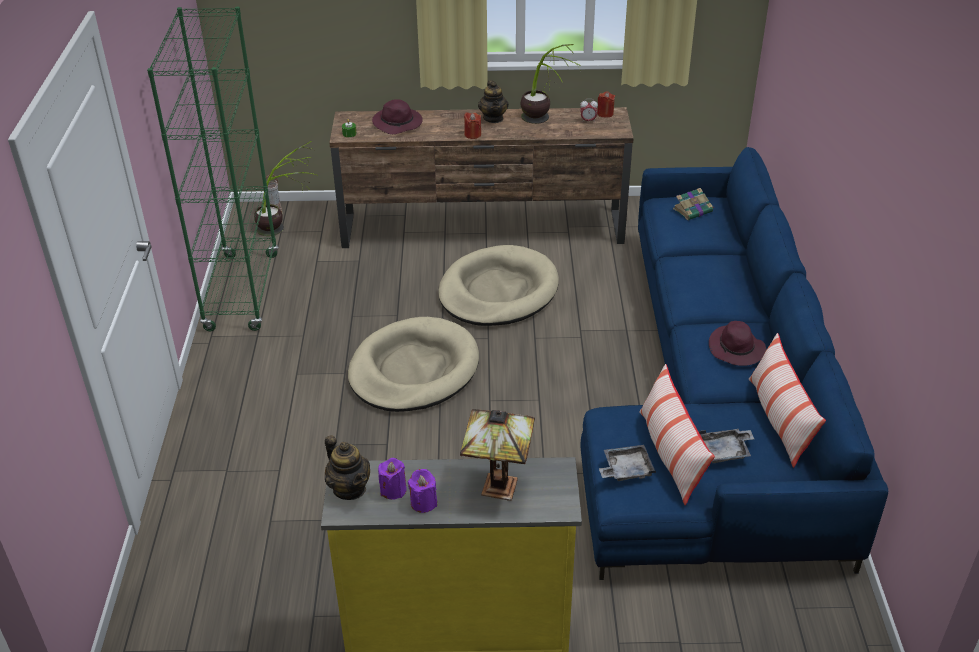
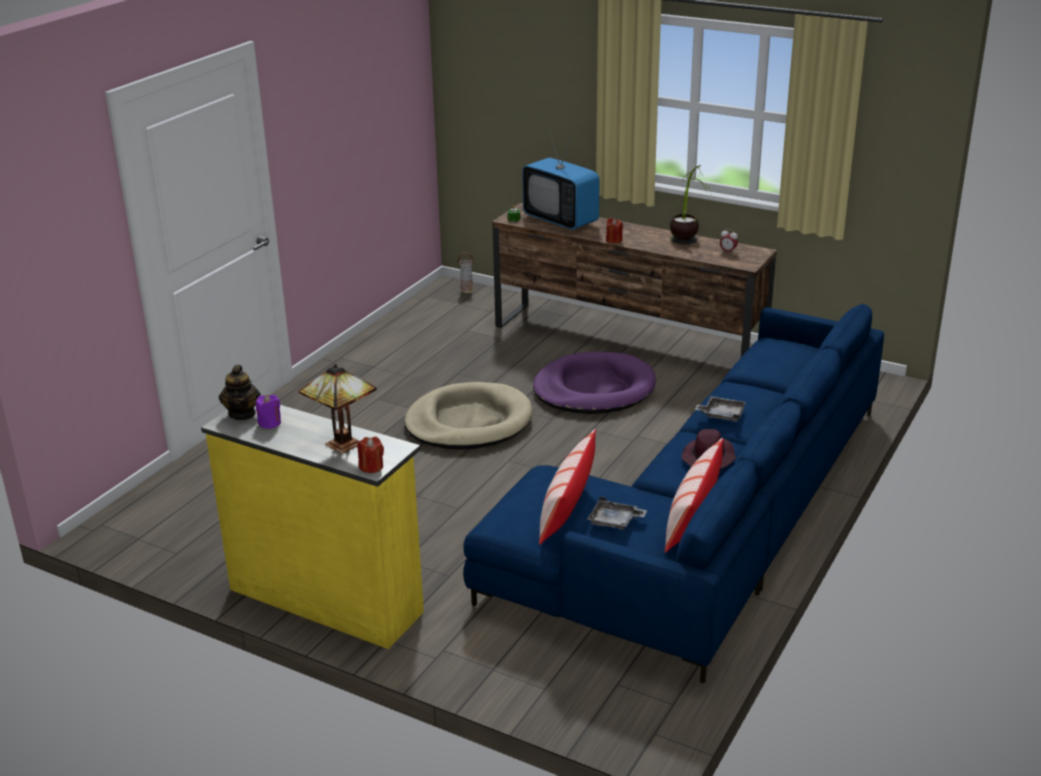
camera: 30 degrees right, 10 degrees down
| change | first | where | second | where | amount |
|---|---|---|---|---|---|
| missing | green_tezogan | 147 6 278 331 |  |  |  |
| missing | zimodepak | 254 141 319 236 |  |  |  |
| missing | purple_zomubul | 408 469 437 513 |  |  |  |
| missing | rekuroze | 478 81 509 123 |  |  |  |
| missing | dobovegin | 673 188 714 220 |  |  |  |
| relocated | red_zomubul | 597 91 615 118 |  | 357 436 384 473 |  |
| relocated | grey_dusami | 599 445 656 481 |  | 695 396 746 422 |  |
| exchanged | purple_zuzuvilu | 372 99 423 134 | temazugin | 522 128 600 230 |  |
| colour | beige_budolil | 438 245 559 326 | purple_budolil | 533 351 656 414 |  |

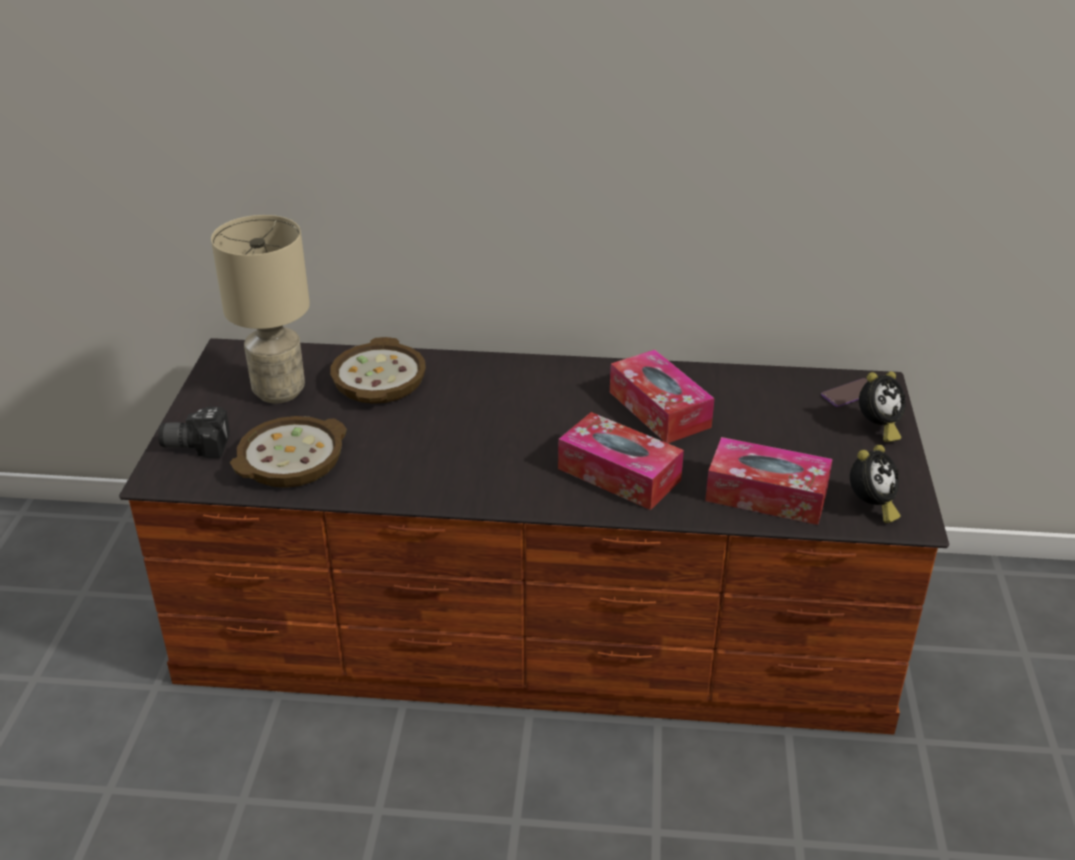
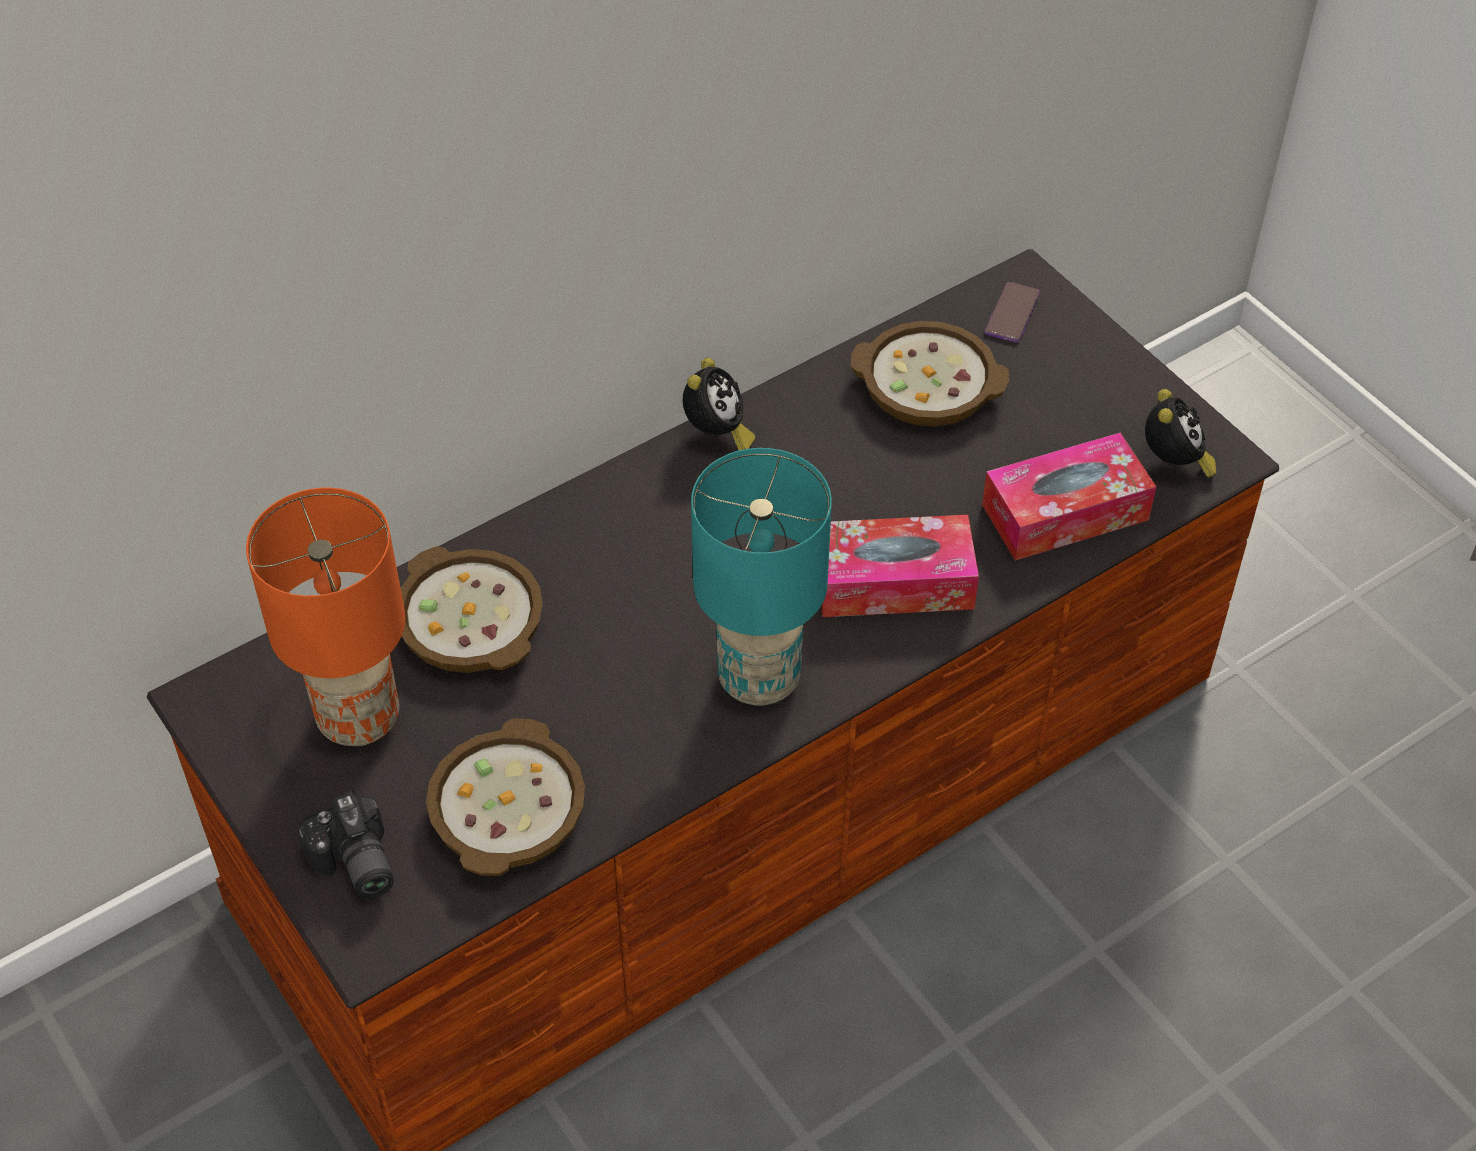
camera: 40 degrees left, 15 degrees up
| change | first | where | second | where | amount |
|---|---|---|---|---|---|
| missing | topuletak | 610 350 715 443 |  |  |  |
| appeared |  |  | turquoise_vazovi | 691 448 832 706 |  |
| appeared |  |  | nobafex | 851 321 1009 426 |  |
| relocated | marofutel | 859 371 905 442 |  | 683 358 755 450 |  |
| colour | beige_vazovi | 211 215 310 403 | orange_vazovi | 246 488 405 746 |  |
| spun | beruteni | 158 407 230 458 |  | 298 790 394 899 | 75 degrees counterclockwise |

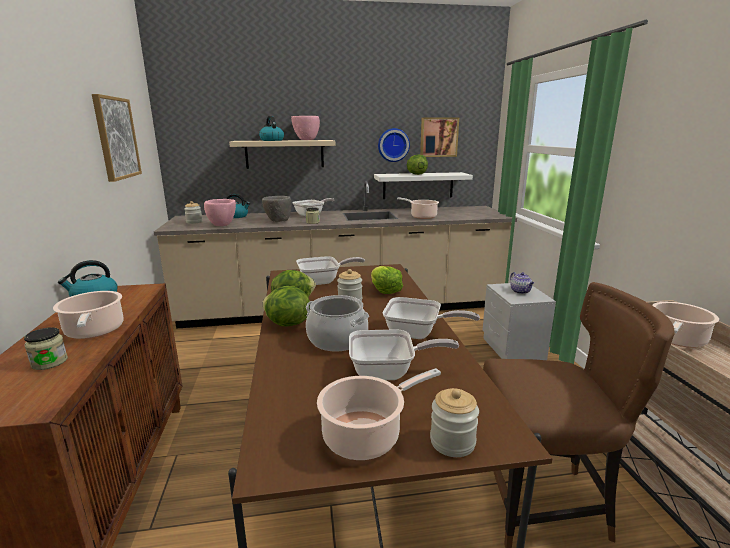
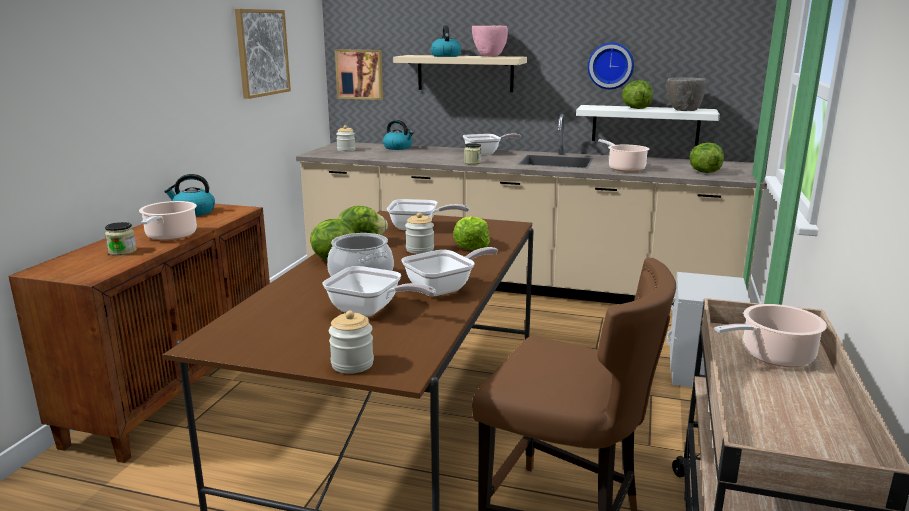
camera: 25 degrees right, 0 degrees up
| change | first | where | second | where | amount |
|---|---|---|---|---|---|
| missing | pink_nobafex | 204 199 236 226 |  |  |  |
| missing | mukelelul | 317 368 441 460 |  |  |  |
| missing | rekuroze | 510 272 534 294 |  |  |  |
| appeared |  |  | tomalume | 690 143 724 173 |  |
| relocated | grey_nobafex | 262 196 291 222 |  | 667 77 706 111 |  |
| relocated | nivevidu | 420 118 459 157 |  | 335 49 383 100 |  |
| spun | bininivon | 383 297 480 339 |  | 401 247 498 296 | 75 degrees counterclockwise |

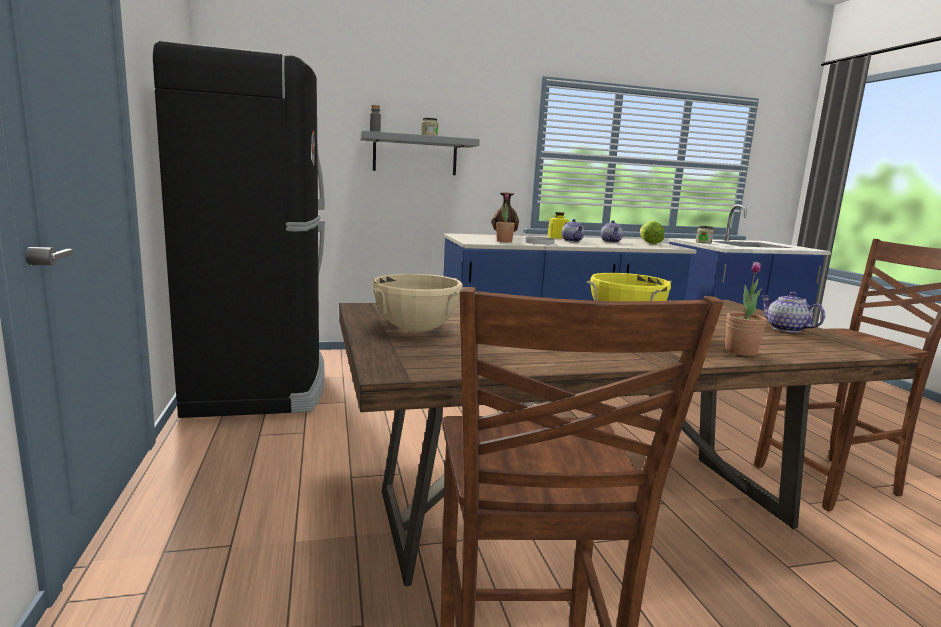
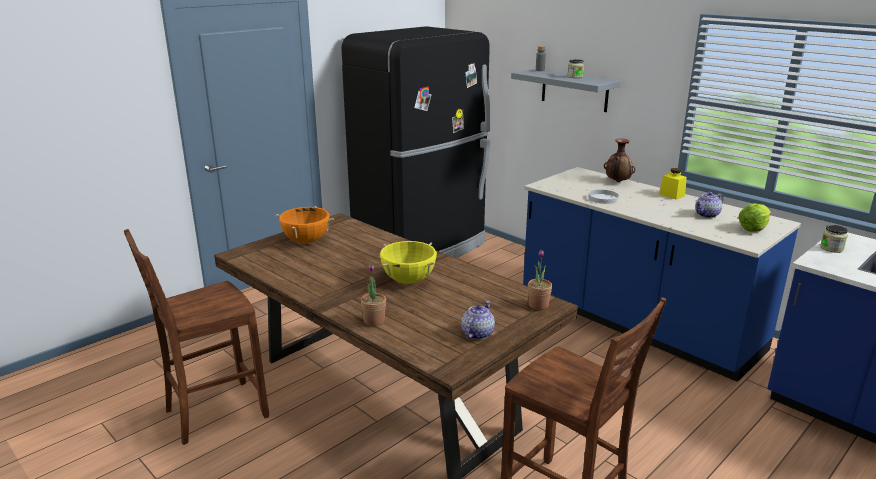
camera: 60 degrees right, 10 degrees up
| change | first | where | second | where | amount |
|---|---|---|---|---|---|
| missing | rekuroze | 562 219 584 242 |  |  |  |
| relocated | zimodepak | 496 194 515 242 |  | 528 250 552 310 |  |
| colour | beige_mukelelul | 373 274 463 332 | orange_mukelelul | 275 206 334 243 |  |

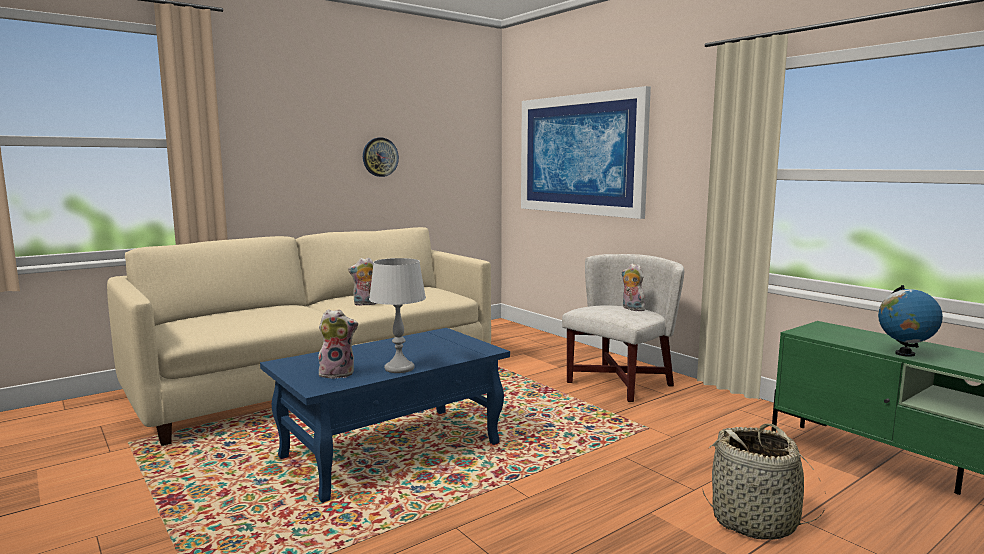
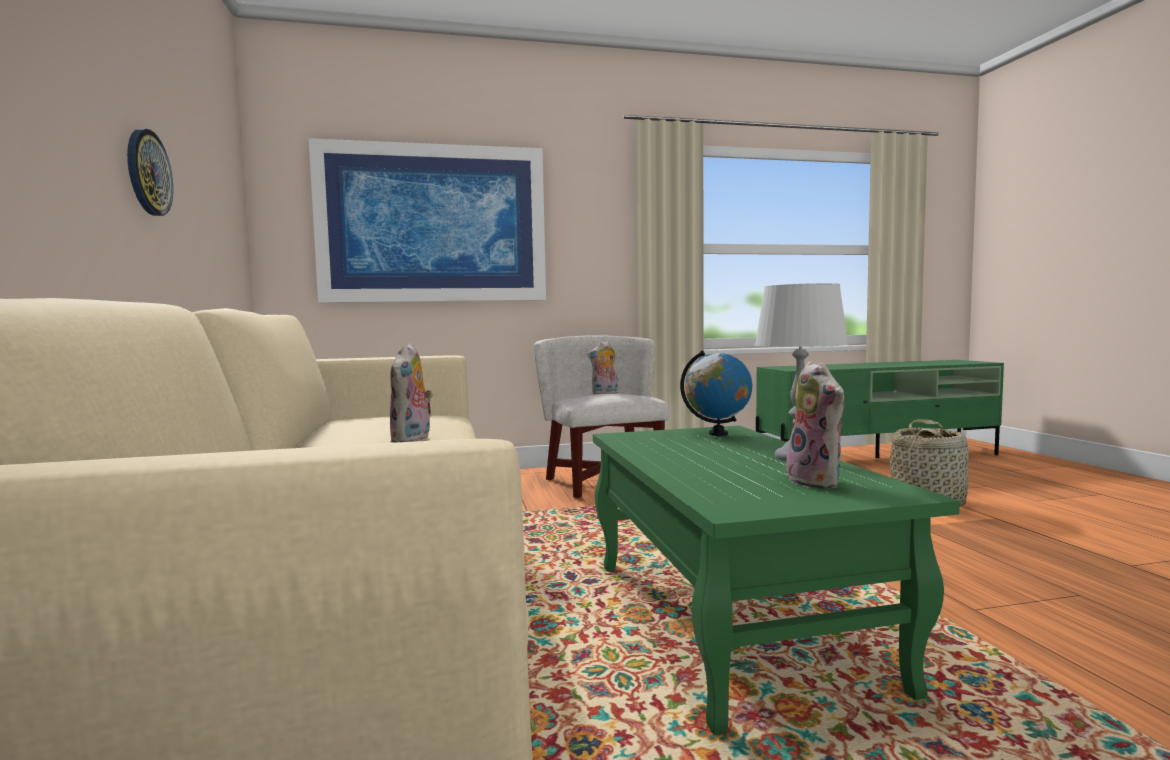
camera: 65 degrees left, 5 degrees down
| change | first | where | second | where | amount |
|---|---|---|---|---|---|
| relocated | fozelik | 878 285 943 357 |  | 680 350 752 436 |  |
| colour | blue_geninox | 260 328 510 503 | green_geninox | 593 425 960 735 |  |
| spun | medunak | 318 309 358 379 |  | 782 361 845 489 | 150 degrees clockwise |

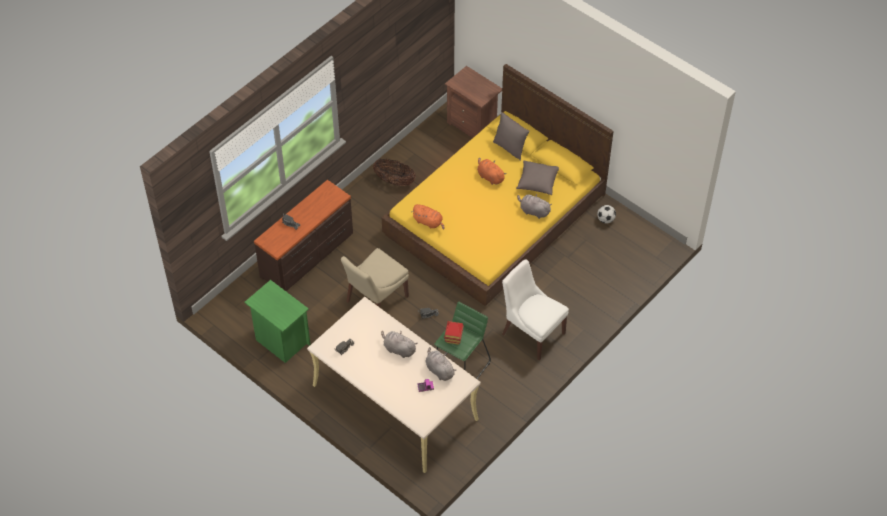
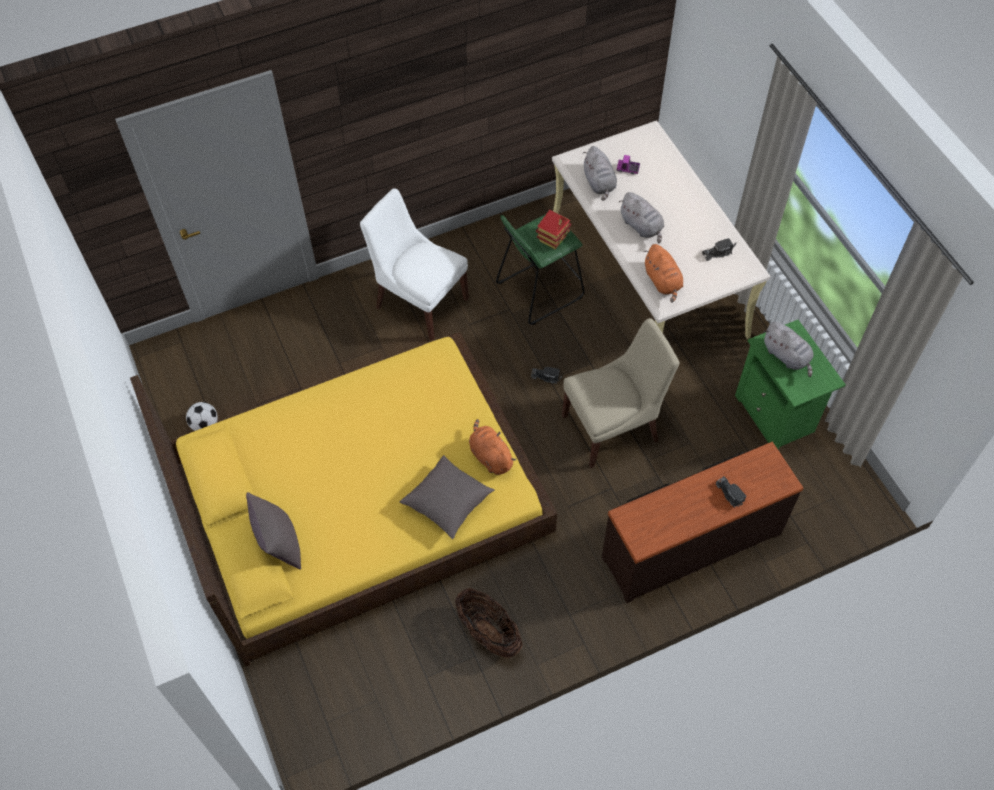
camera: 155 degrees left, 5 degrees up
| change | first | where | second | where | amount |
|---|---|---|---|---|---|
| missing | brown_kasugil | 445 66 502 138 |  |  |  |
| relocated | orange_medunak | 477 158 507 185 |  | 644 244 683 302 |  |
| relocated | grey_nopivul | 516 161 559 195 |  | 400 455 495 539 |  |
| relocated | grey_medunak | 517 194 552 219 |  | 763 322 814 377 |  |
| spun | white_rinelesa | 502 259 569 361 |  | 360 188 469 341 | 150 degrees clockwise |

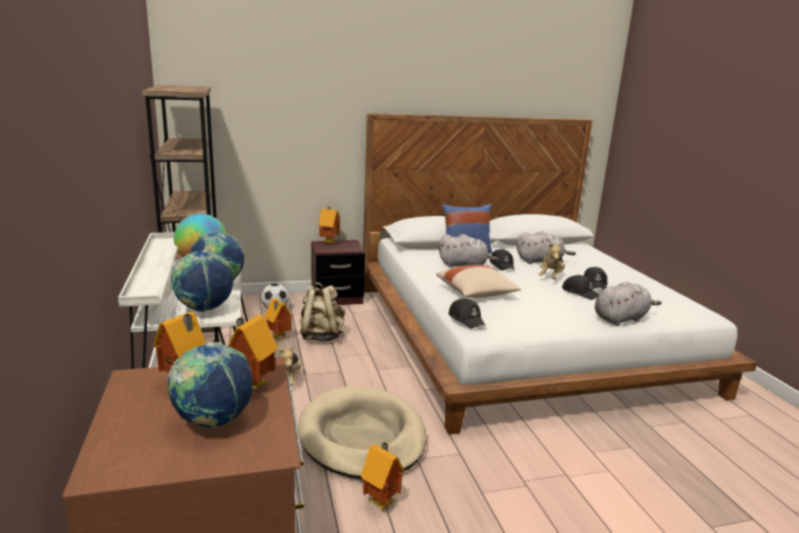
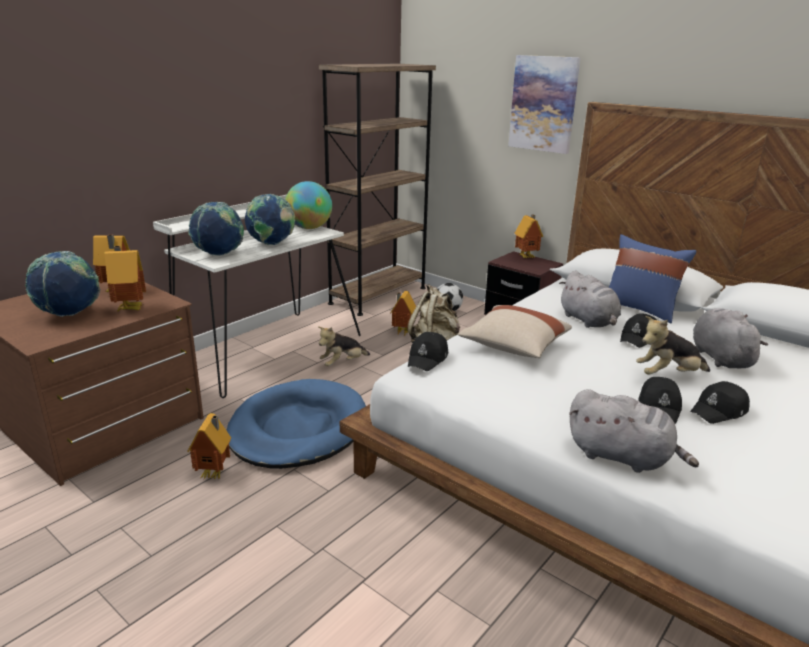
camera: 55 degrees right, 5 degrees up
| change | first | where | second | where | amount |
|---|---|---|---|---|---|
| appeared |  |  | nivevidu | 508 55 581 154 |  |
| colour | beige_budolil | 298 386 426 480 | blue_budolil | 226 379 366 469 |  |
| spun | grey_medunak | 517 231 576 264 |  | 693 308 768 369 | 150 degrees counterclockwise |

